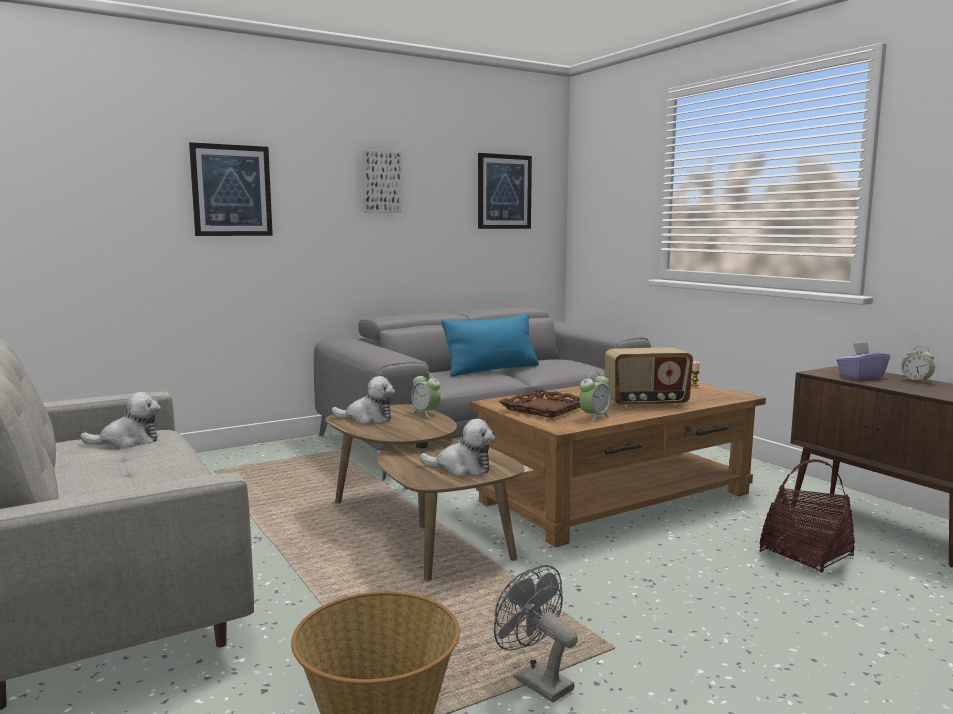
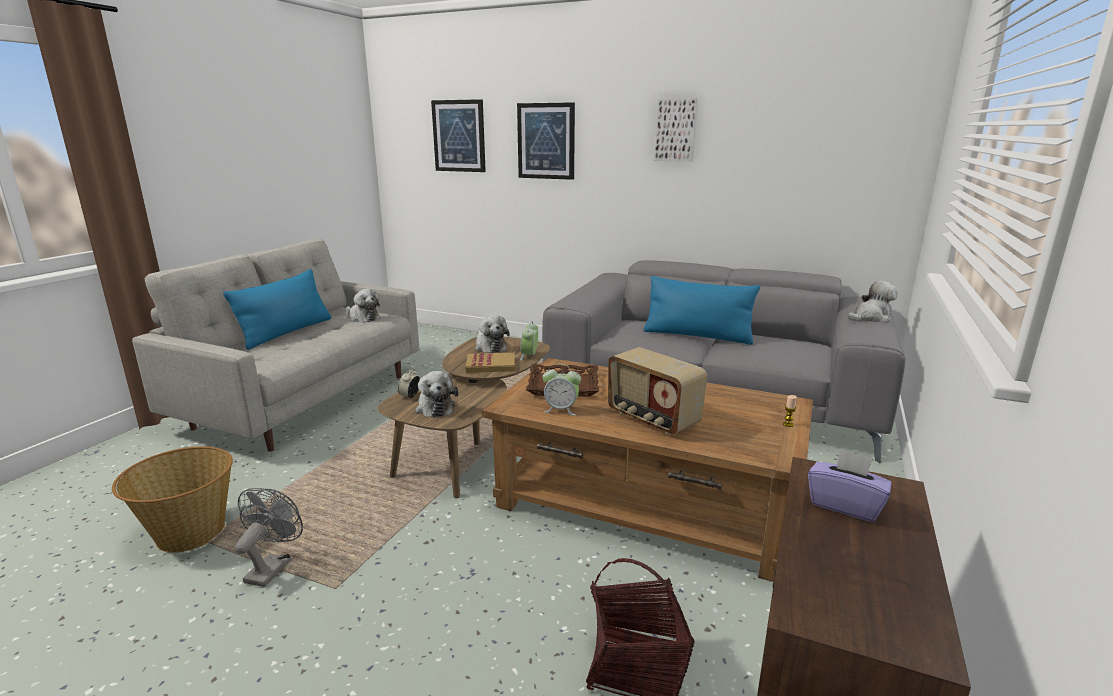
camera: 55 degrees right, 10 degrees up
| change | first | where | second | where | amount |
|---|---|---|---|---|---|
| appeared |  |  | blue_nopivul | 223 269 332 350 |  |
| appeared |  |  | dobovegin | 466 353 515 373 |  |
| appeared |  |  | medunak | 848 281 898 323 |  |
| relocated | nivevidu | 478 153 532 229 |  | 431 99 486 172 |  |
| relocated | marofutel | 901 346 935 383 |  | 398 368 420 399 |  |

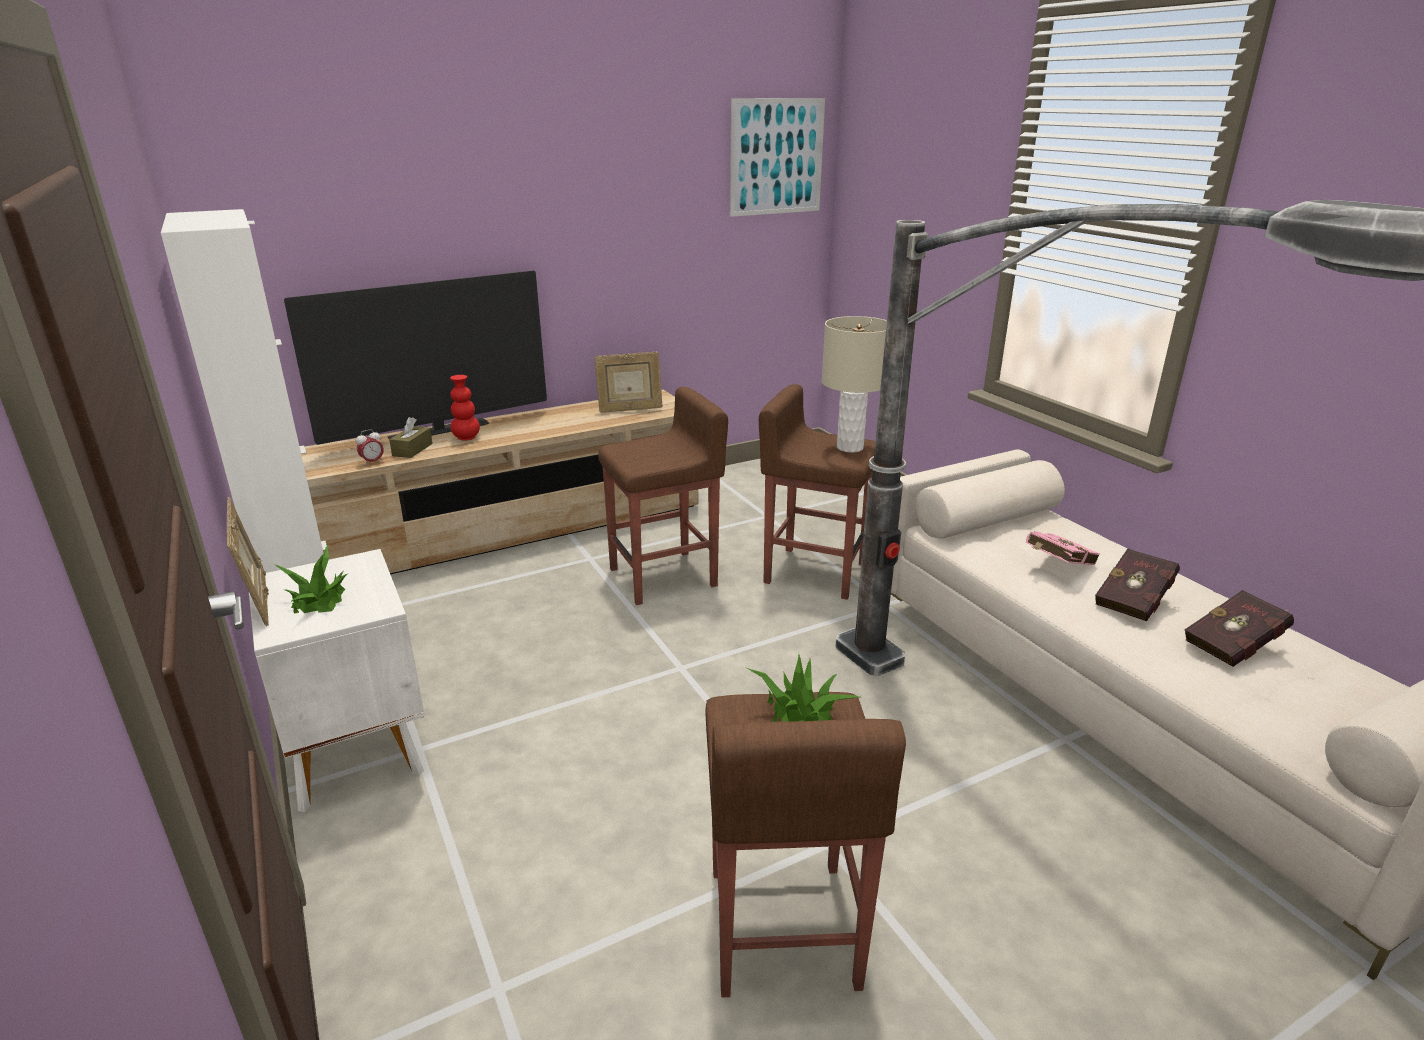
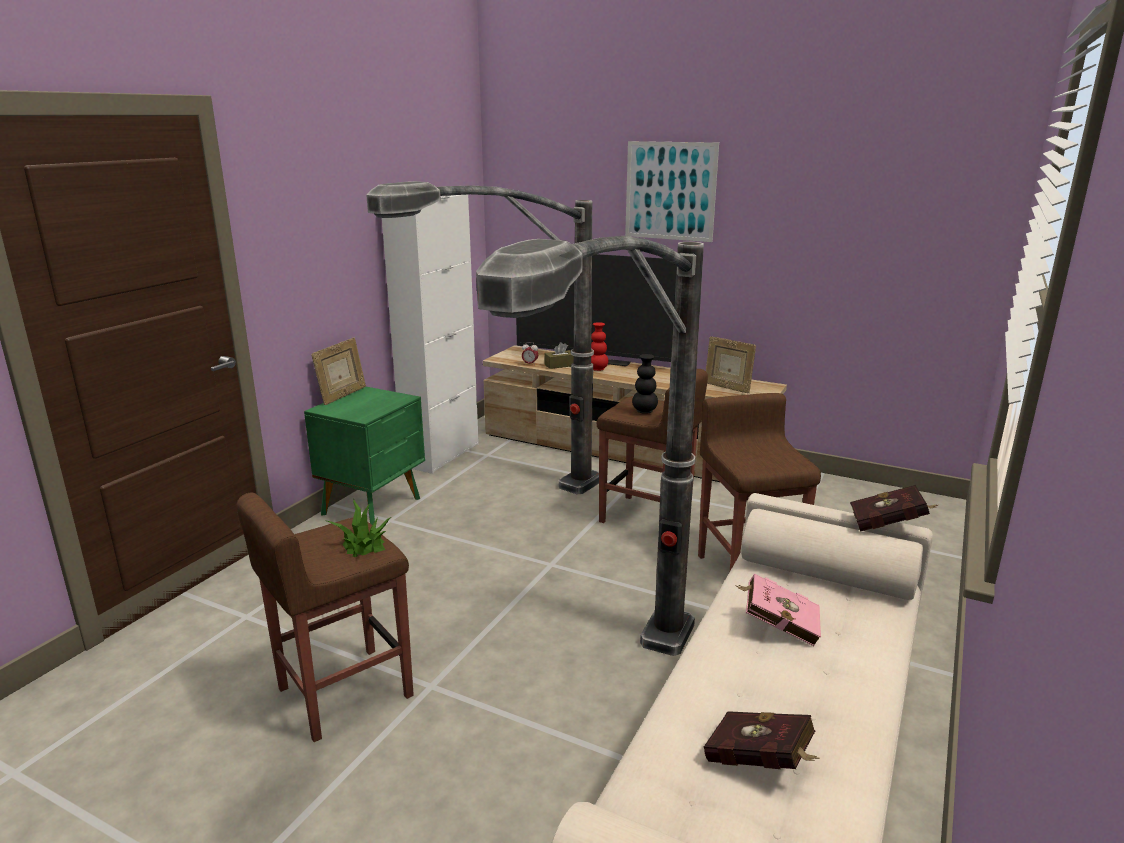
camera: 55 degrees right, 5 degrees down
| change | first | where | second | where | amount |
|---|---|---|---|---|---|
| missing | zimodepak | 275 544 347 614 |  |  |  |
| missing | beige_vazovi | 822 316 887 453 |  |  |  |
| appeared |  |  | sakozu | 366 181 599 494 |  |
| appeared |  |  | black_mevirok | 632 354 658 414 |  |
| relocated | nivevidu | 730 98 825 217 |  | 625 141 719 242 |  |
| relocated | red_dobovegin | 1095 549 1180 621 |  | 850 485 938 532 |  |
| colour | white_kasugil | 249 549 425 812 | green_kasugil | 304 386 425 525 |  |

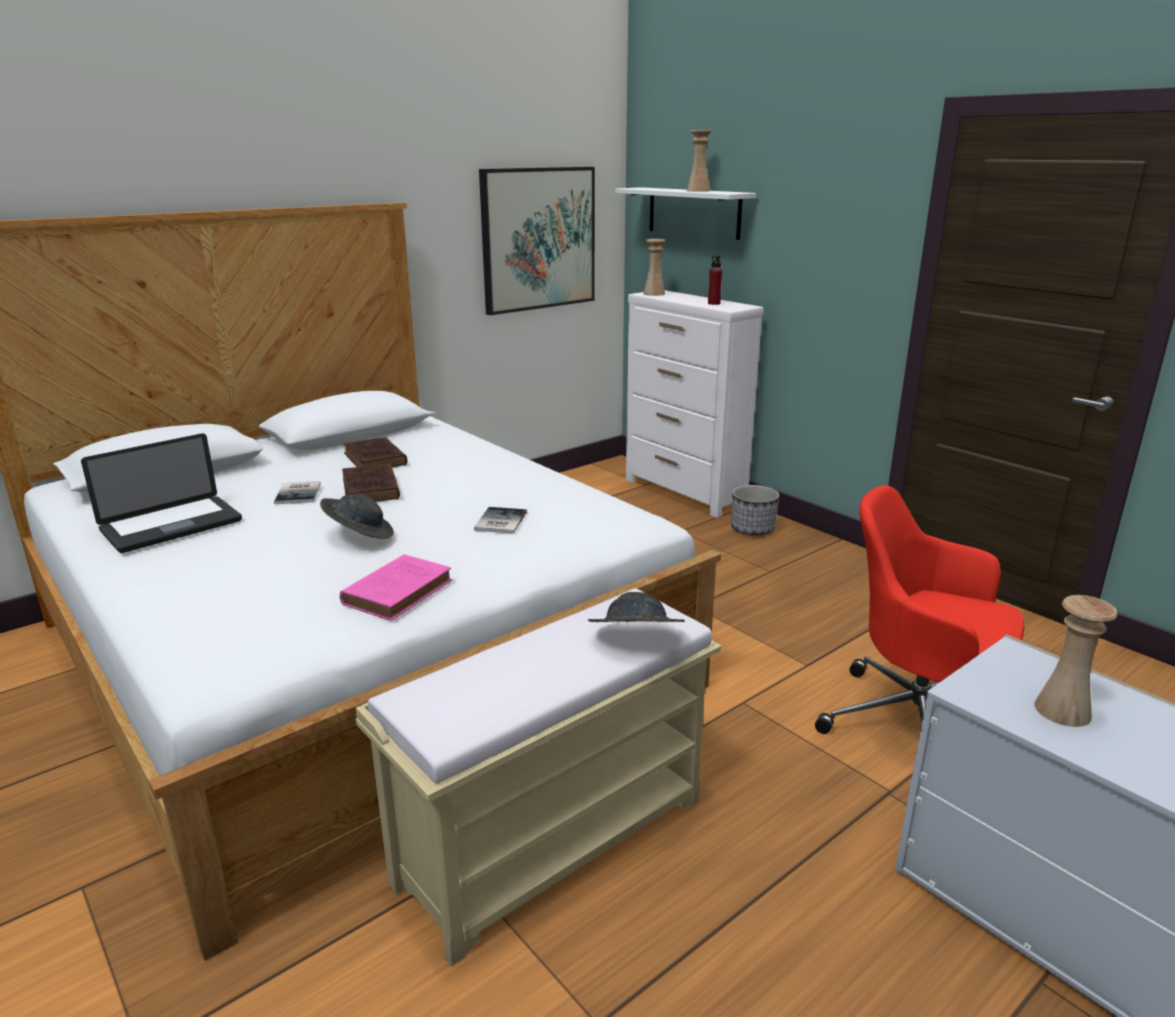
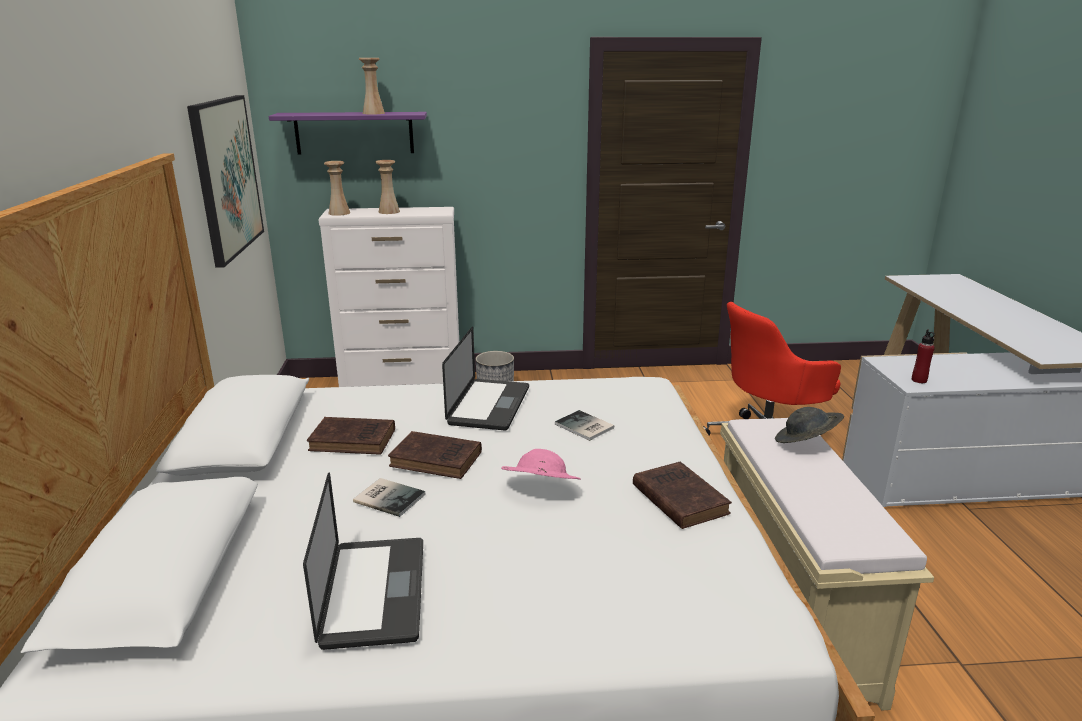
camera: 55 degrees left, 0 degrees up
| change | first | where | second | where | amount |
|---|---|---|---|---|---|
| appeared |  |  | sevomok | 442 327 529 431 |  |
| relocated | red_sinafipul | 708 256 722 305 |  | 912 329 935 383 |  |
| relocated | beige_mevirok | 1034 595 1117 727 |  | 375 160 400 214 |  |
| colour | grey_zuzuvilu | 320 494 394 539 | pink_zuzuvilu | 501 449 581 480 |  |
| colour | pink_dobovegin | 340 554 452 621 | brown_dobovegin | 633 462 732 529 |  |
| colour | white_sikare | 615 187 756 240 | purple_sikare | 269 112 427 155 |  |

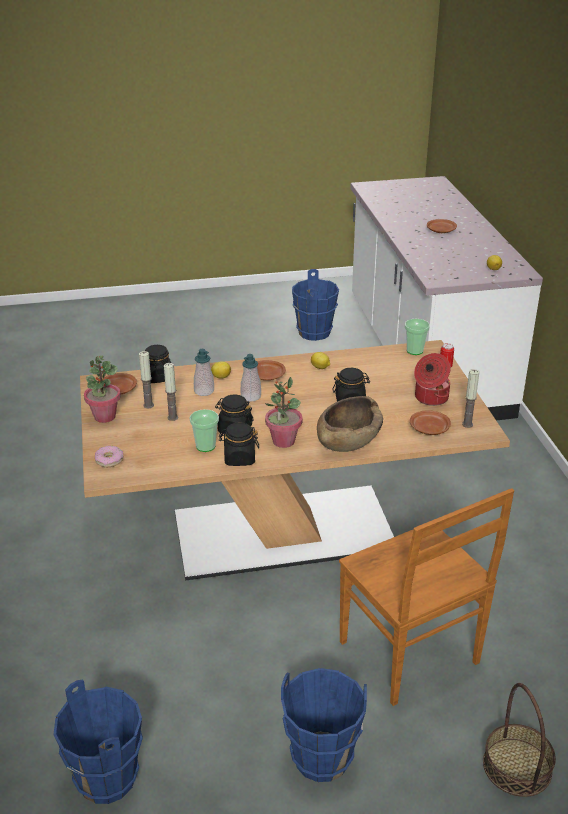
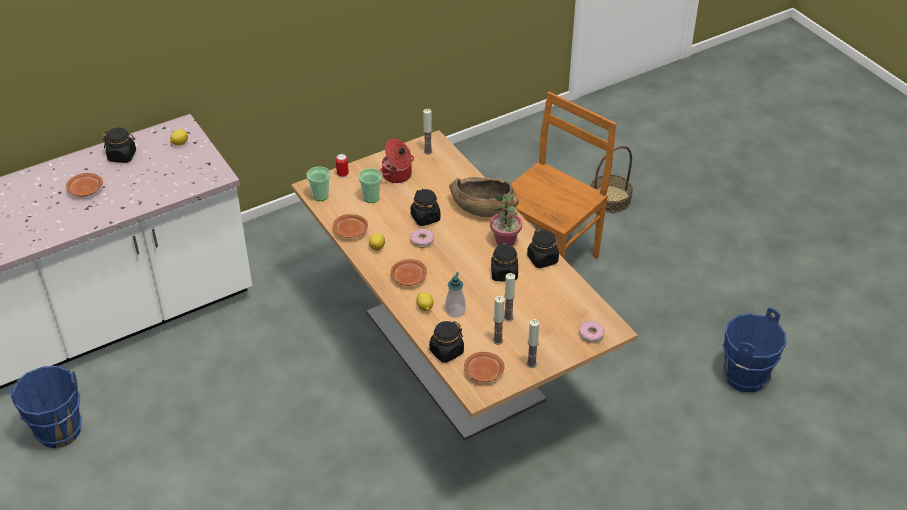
camera: 110 degrees left, 10 degrees up
| change | first | where | second | where | amount |
|---|---|---|---|---|---|
| missing | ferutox | 241 354 261 402 |  |  |  |
| missing | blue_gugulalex | 281 668 367 782 |  |  |  |
| appeared |  |  | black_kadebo | 103 127 136 163 |  |
| appeared |  |  | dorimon | 410 229 434 248 |  |
| relocated | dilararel | 190 409 219 452 |  | 358 168 382 203 |  |
| relocated | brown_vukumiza | 410 410 451 435 |  | 333 214 368 238 |  |
| exchanged | zimodepak | 84 356 121 423 | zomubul | 527 319 540 368 |  |

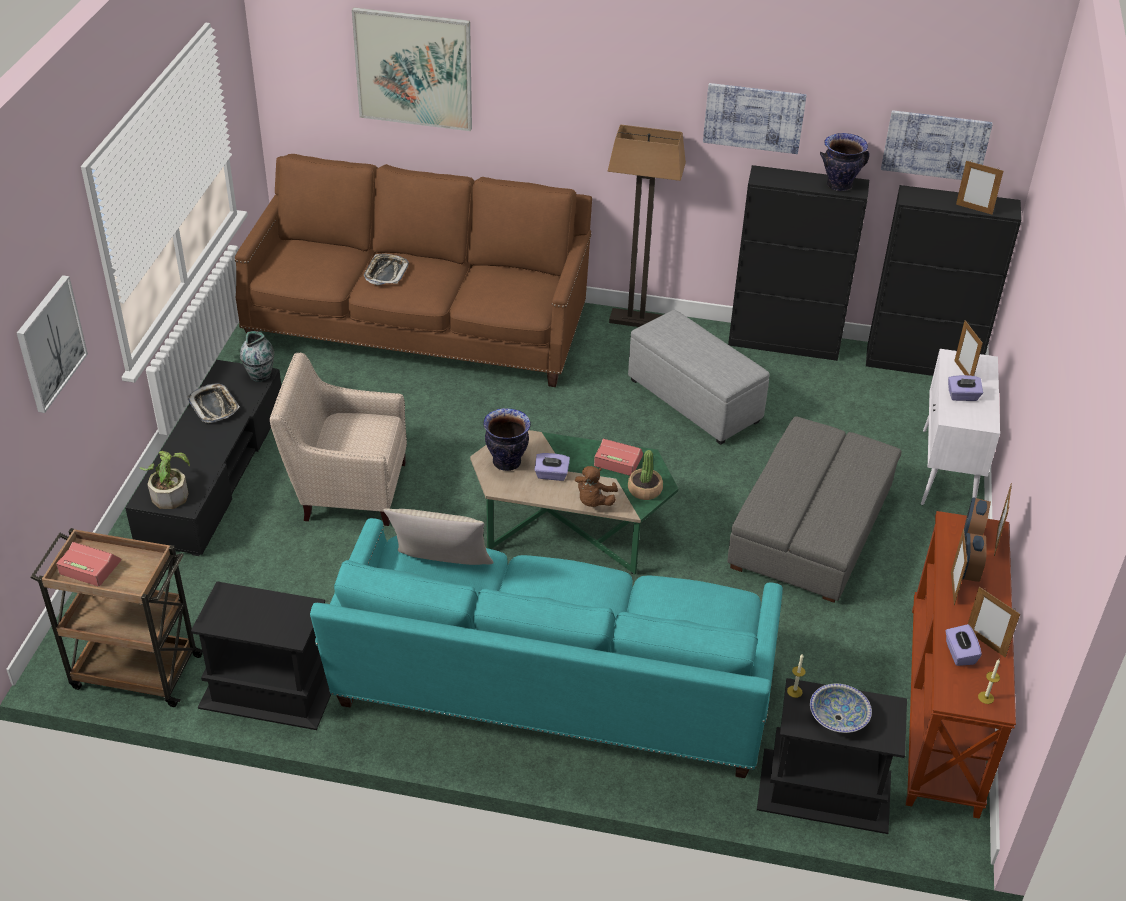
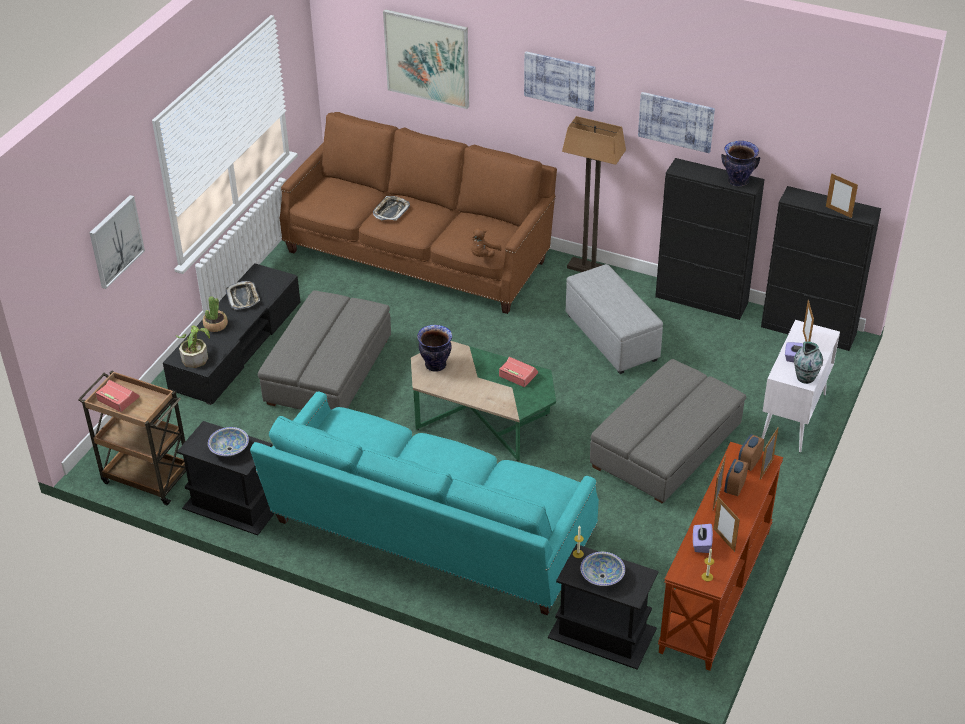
camera: 15 degrees right, 0 degrees up
| change | first | where | second | where | amount |
|---|---|---|---|---|---|
| missing | beige_nopivul | 384 508 494 565 |  |  |  |
| missing | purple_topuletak | 534 453 570 481 |  |  |  |
| appeared |  |  | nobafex | 208 427 249 457 |  |
| relocated | mevirok | 240 331 274 382 |  | 794 342 823 384 |  |
| relocated | brown_medunak | 575 466 618 507 |  | 472 228 502 258 |  |
| relocated | zimodepak | 628 450 663 500 |  | 203 296 228 332 |  |
| relocated | nivevidu | 881 110 993 180 |  | 524 51 595 112 |  |
| exchanged | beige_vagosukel | 270 353 407 526 | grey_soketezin | 258 290 391 410 |  |

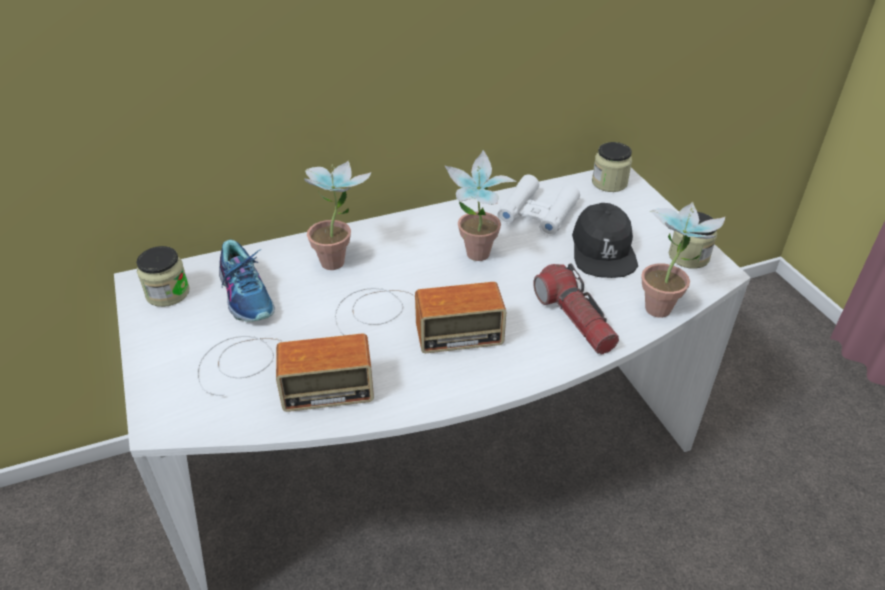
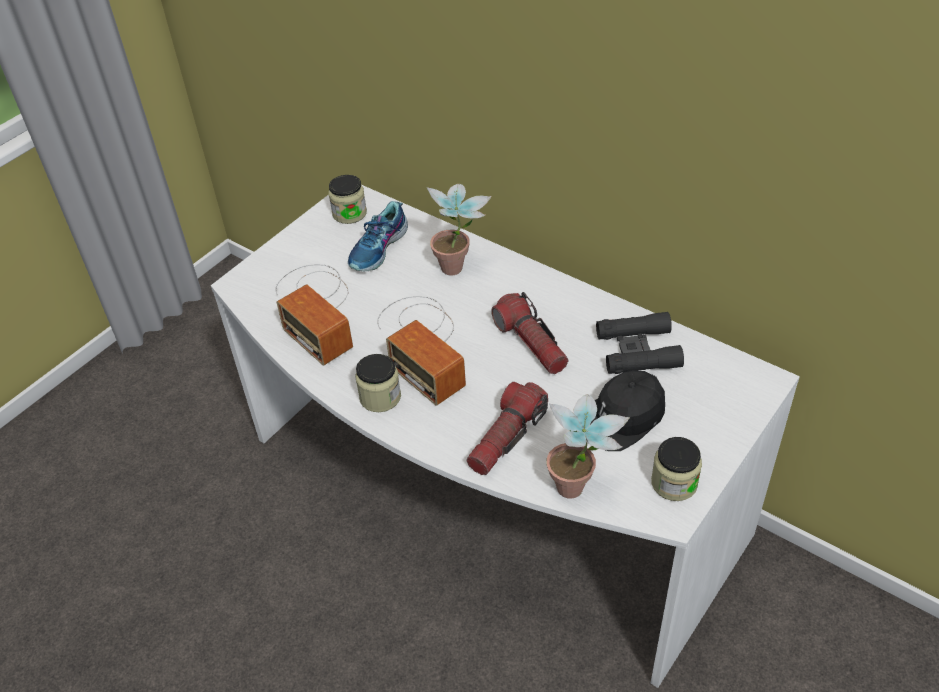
camera: 60 degrees right, 5 degrees up
| change | first | where | second | where | amount |
|---|---|---|---|---|---|
| relocated | kadebo | 592 142 632 192 |  | 355 354 401 412 |  |
| exchanged | zimodepak | 444 150 516 261 | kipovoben | 491 292 569 374 |  |
| colour | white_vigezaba | 497 175 580 236 | black_vigezaba | 596 312 684 374 |  |

